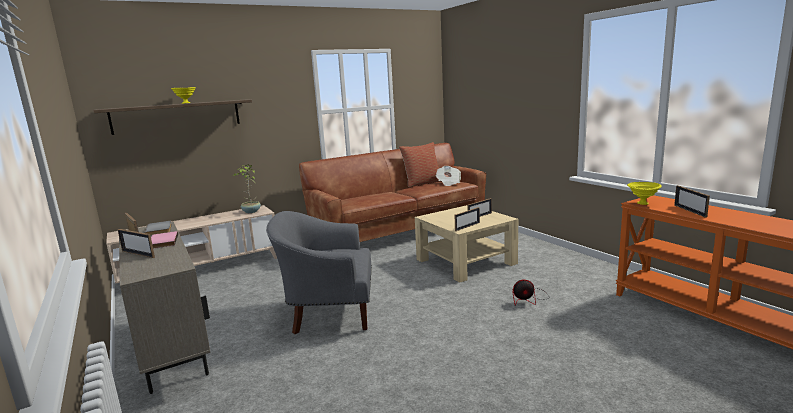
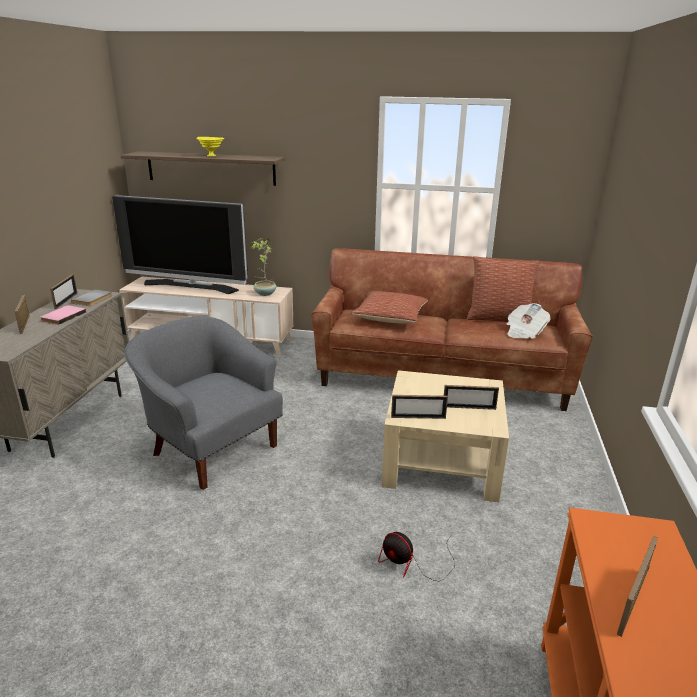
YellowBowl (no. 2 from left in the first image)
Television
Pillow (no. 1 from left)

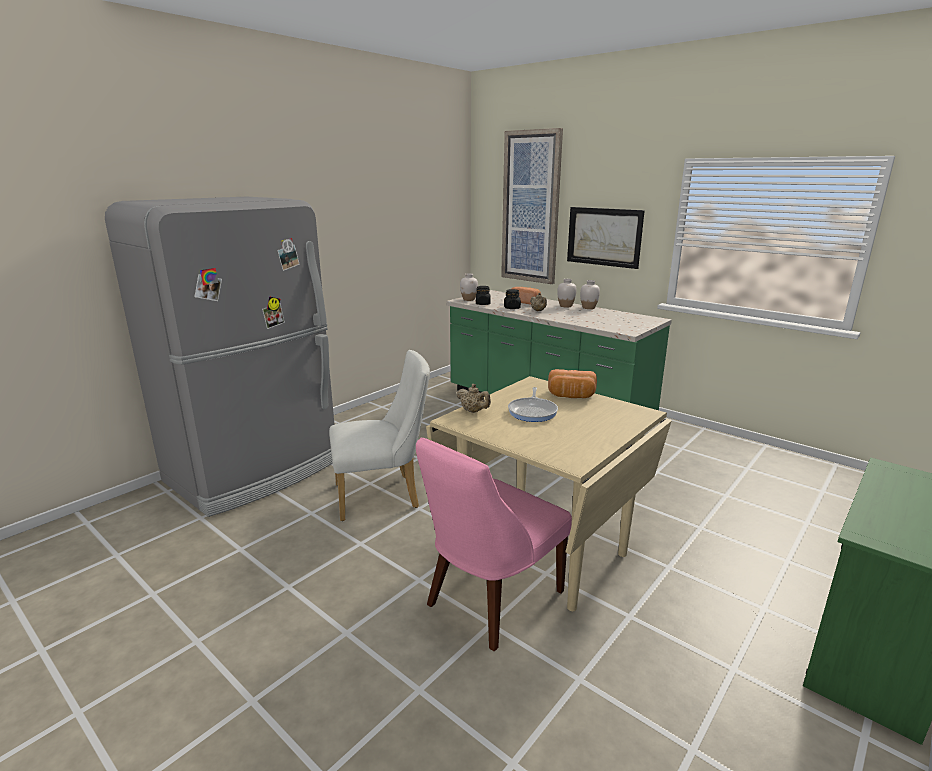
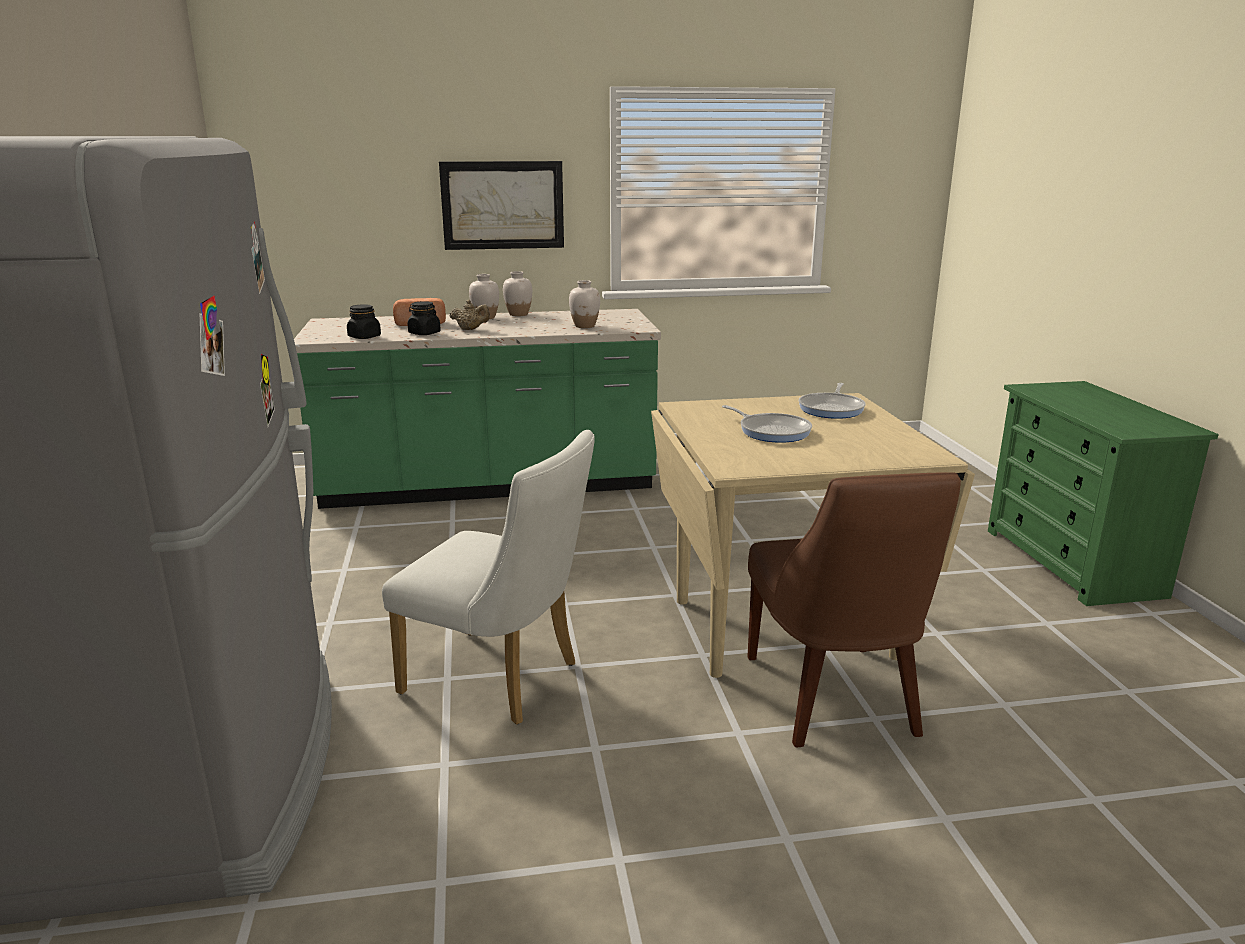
WhiteChair
BrownChair
BeigeTeapot (no. 1 from left in the first image)
WhiteVase (no. 3 from left)
Picture (no. 1 from left in the first image)
Bread (no. 2 from left in the first image)
FryingPan (no. 2 from left)

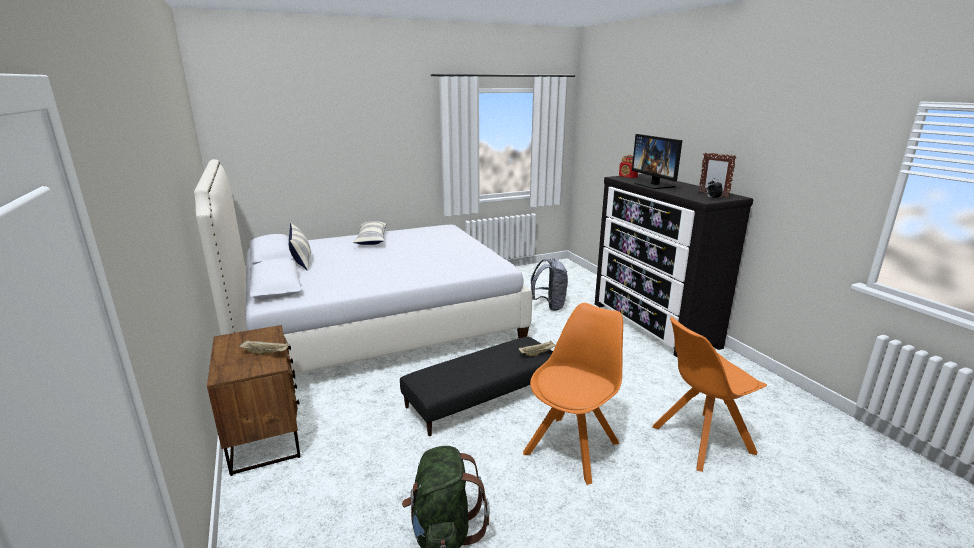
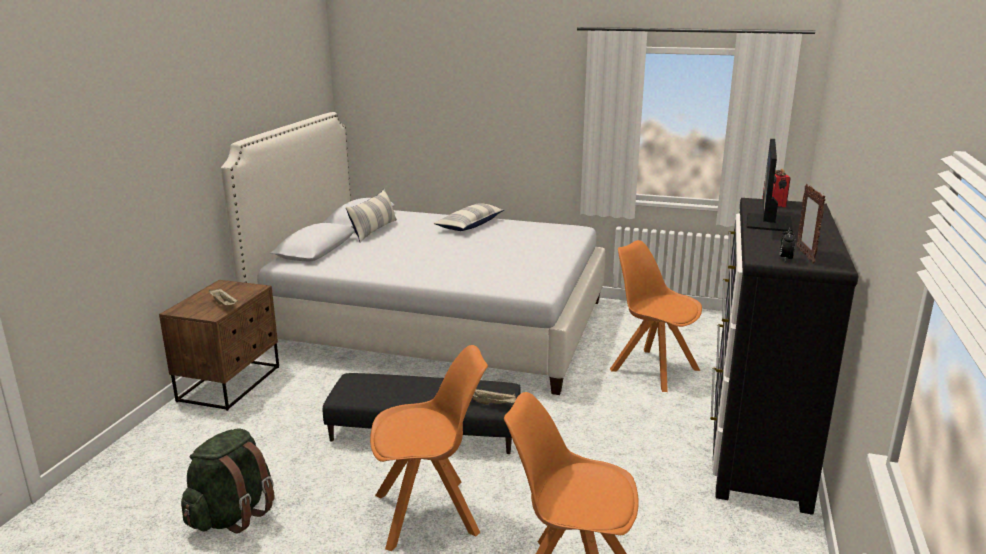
OrangeChair (no. 3 from left)

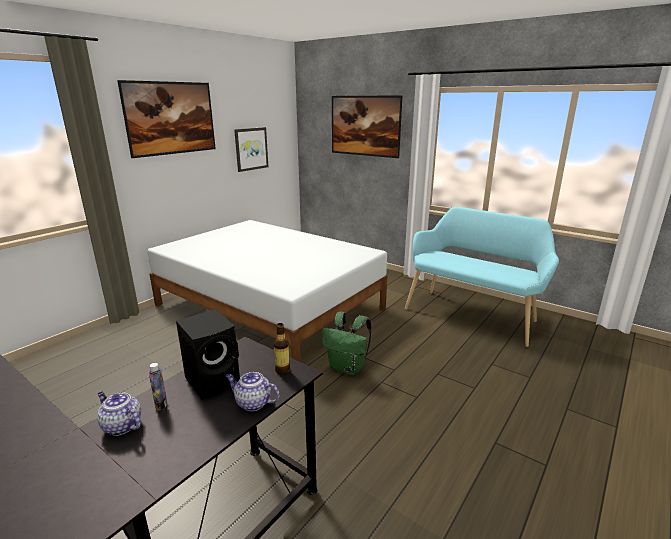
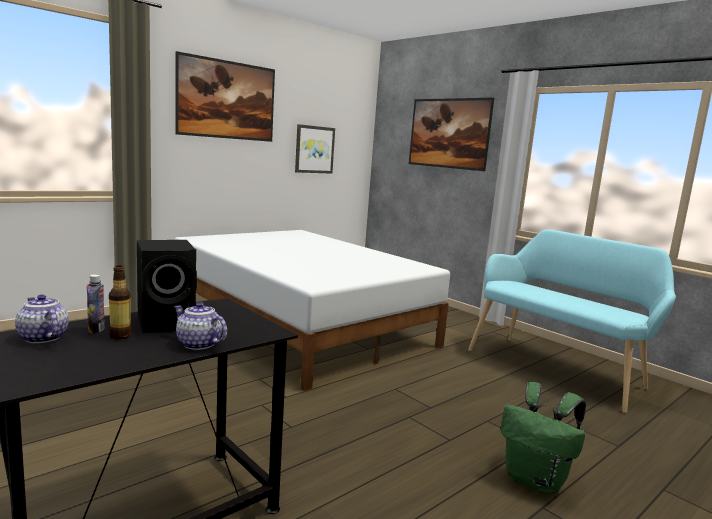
Bottle (no. 2 from left)
GreenBackpack

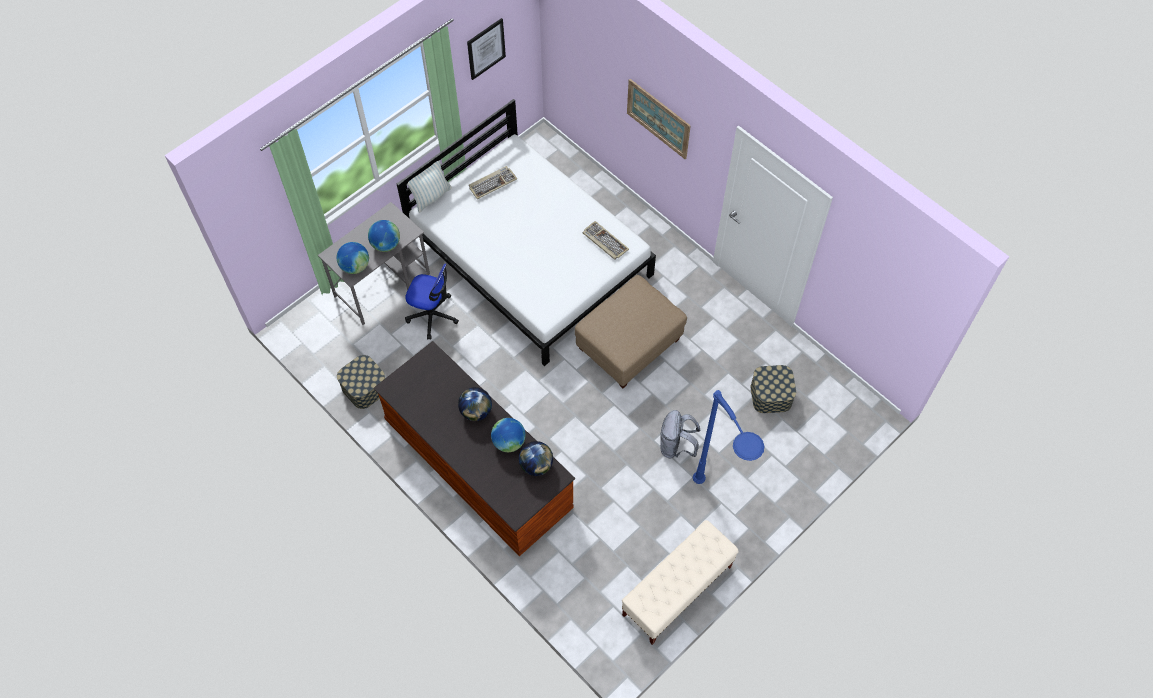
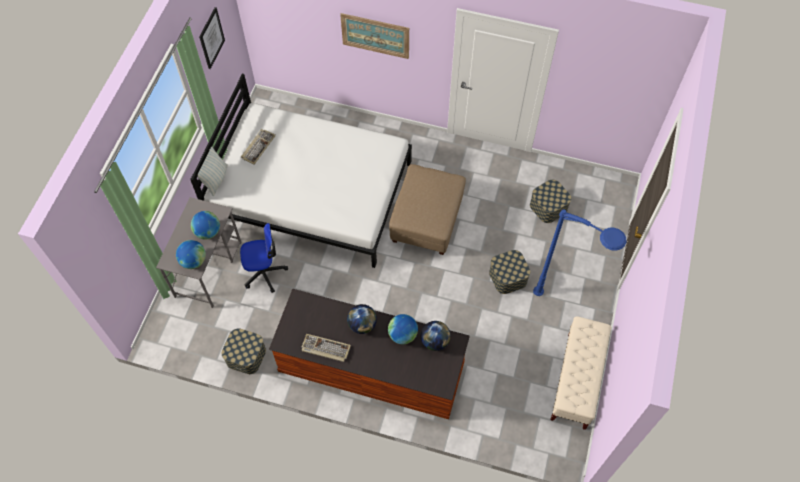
Keyboard (no. 2 from left)
StorageBox (no. 2 from left)

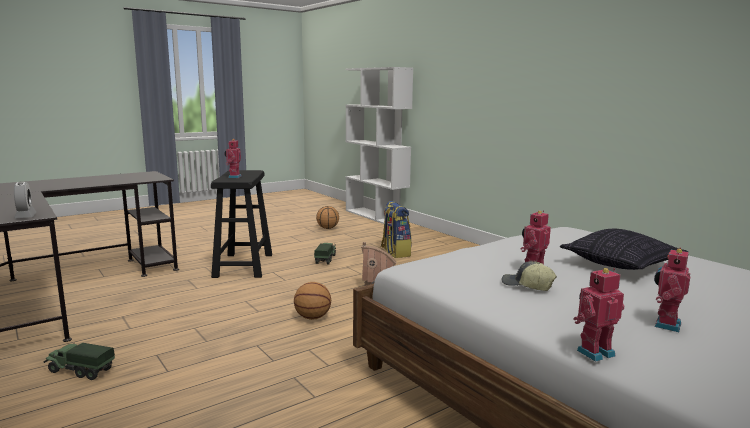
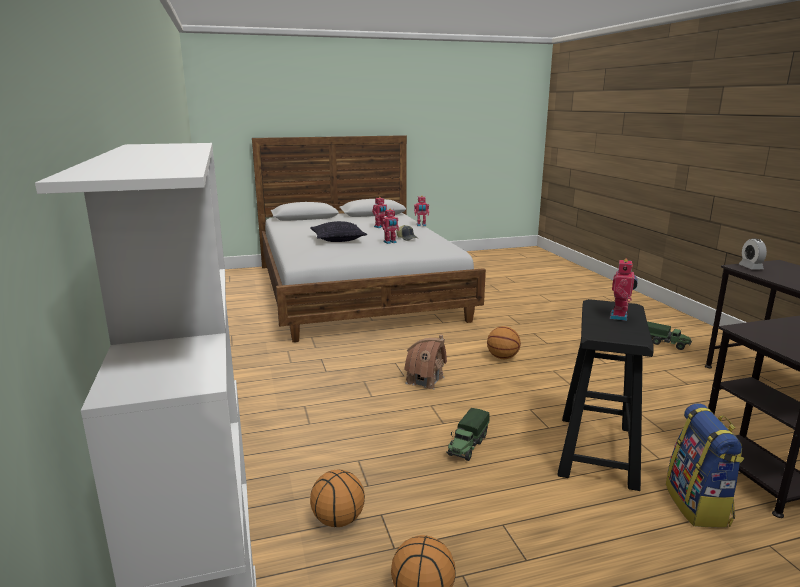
Backpack
Basketball (no. 1 from left)

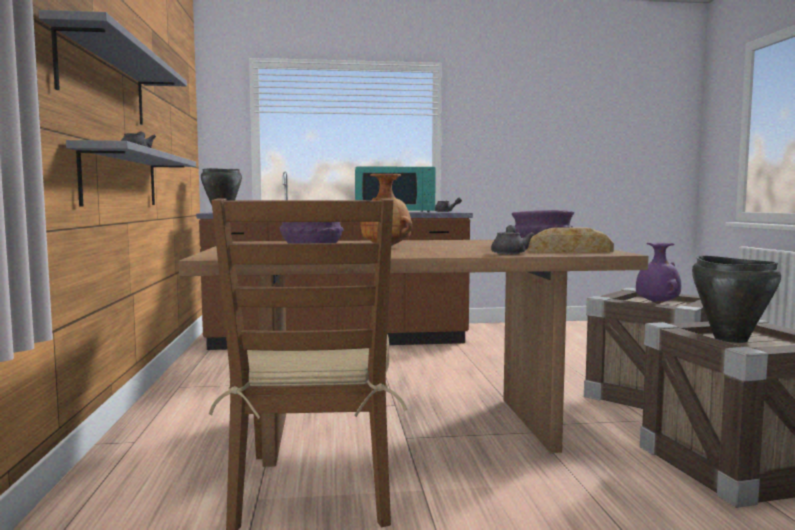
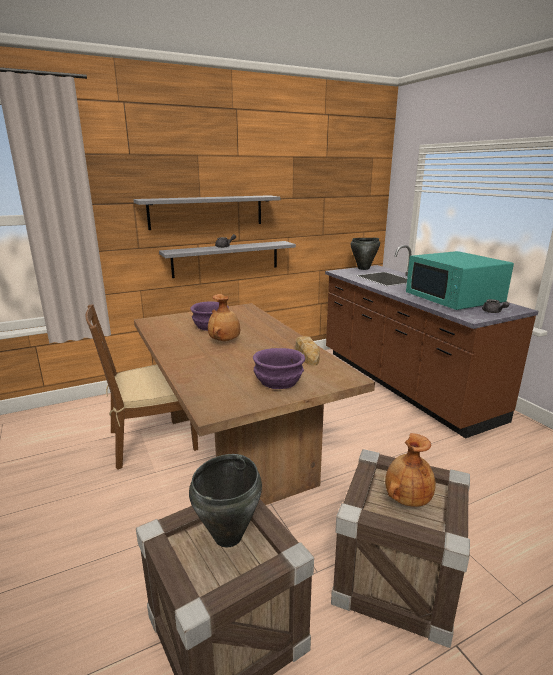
GreyTeapot (no. 3 from left in the first image)
Bread
BrownVase (no. 2 from left)

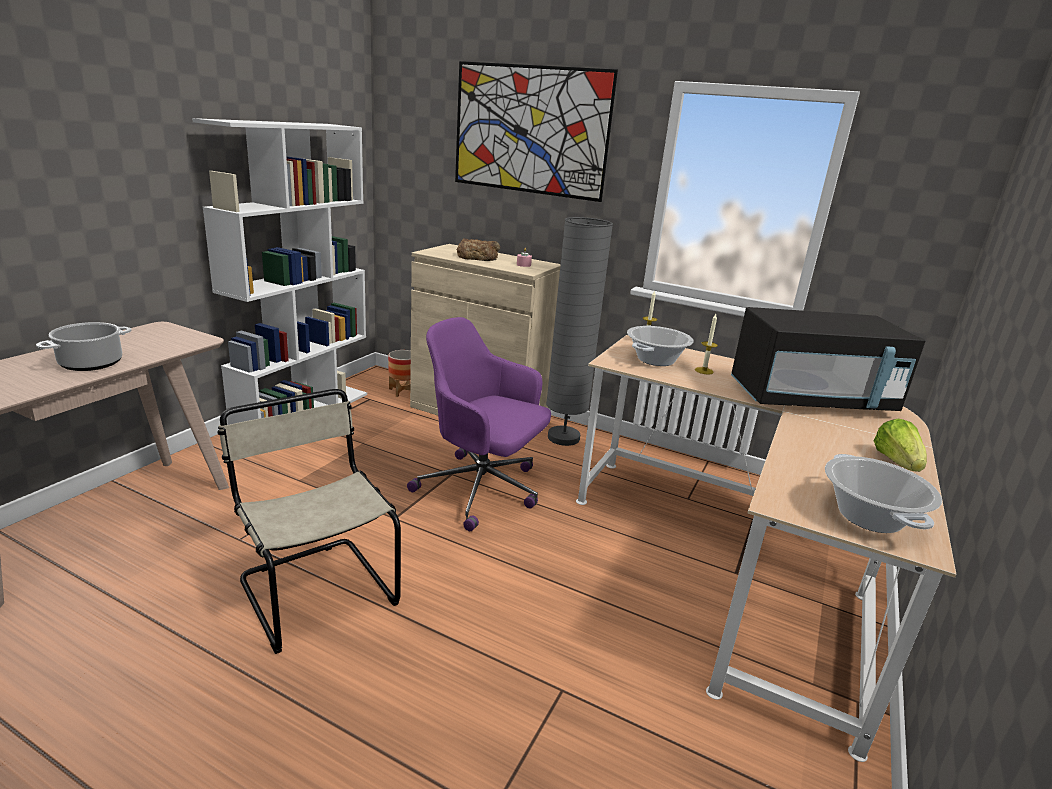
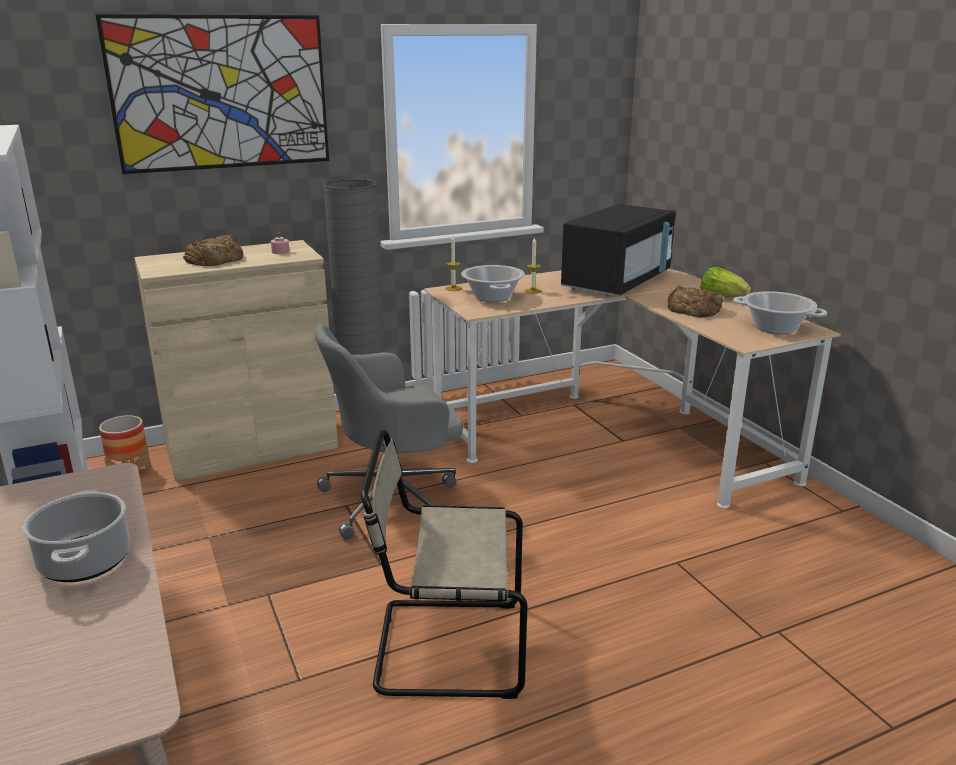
GreyOfficeChair
Bread (no. 2 from left)

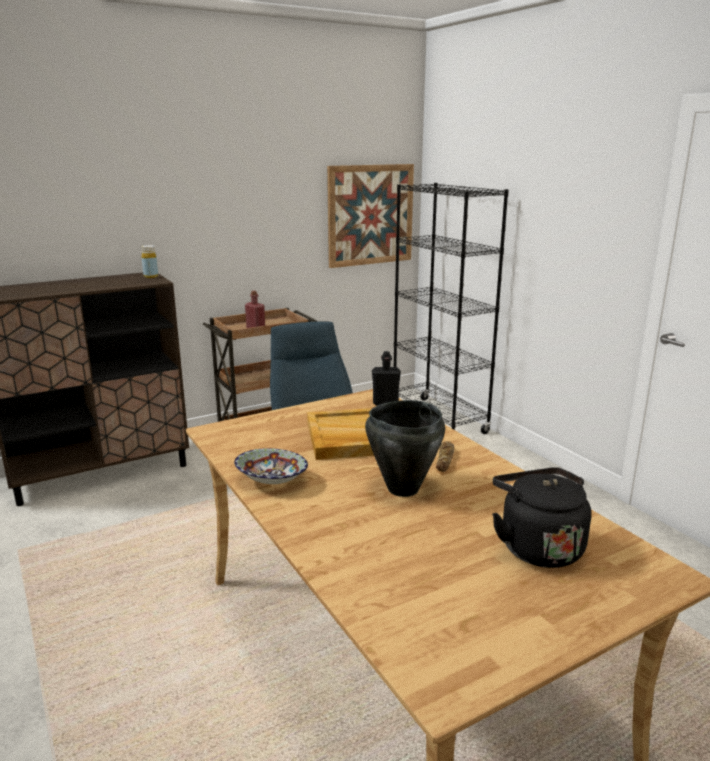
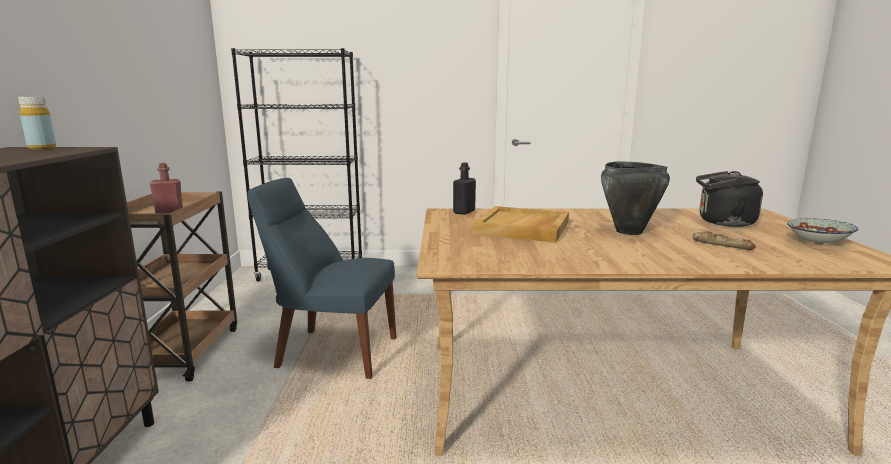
Bowl
Picture
Bread

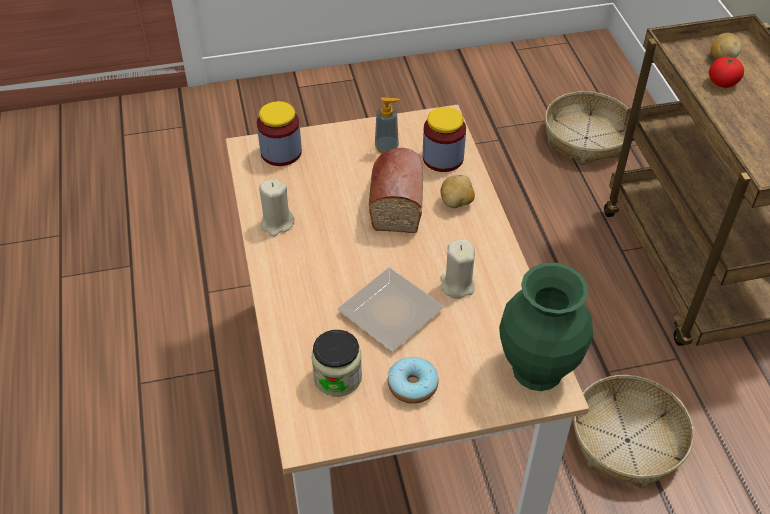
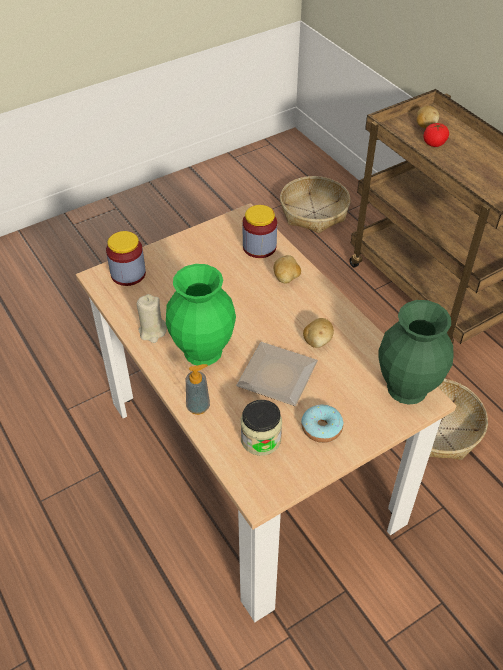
Bread
SoapDispenser
Potato (no. 2 from left)
GreenVase (no. 1 from left)

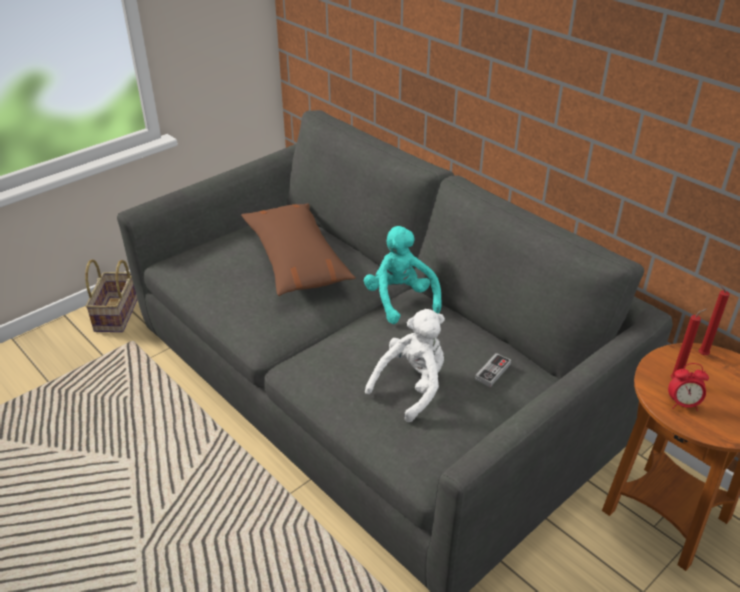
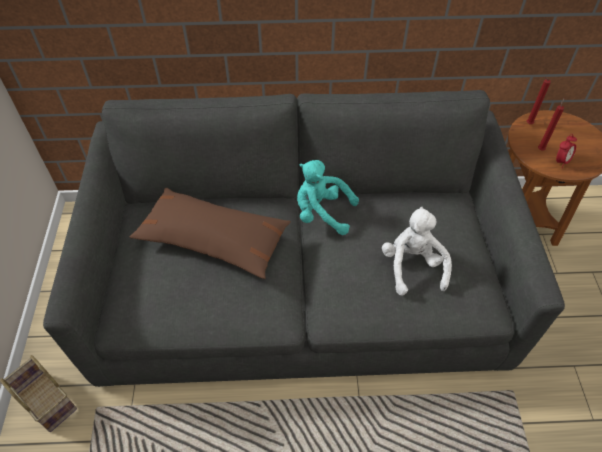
GameController

